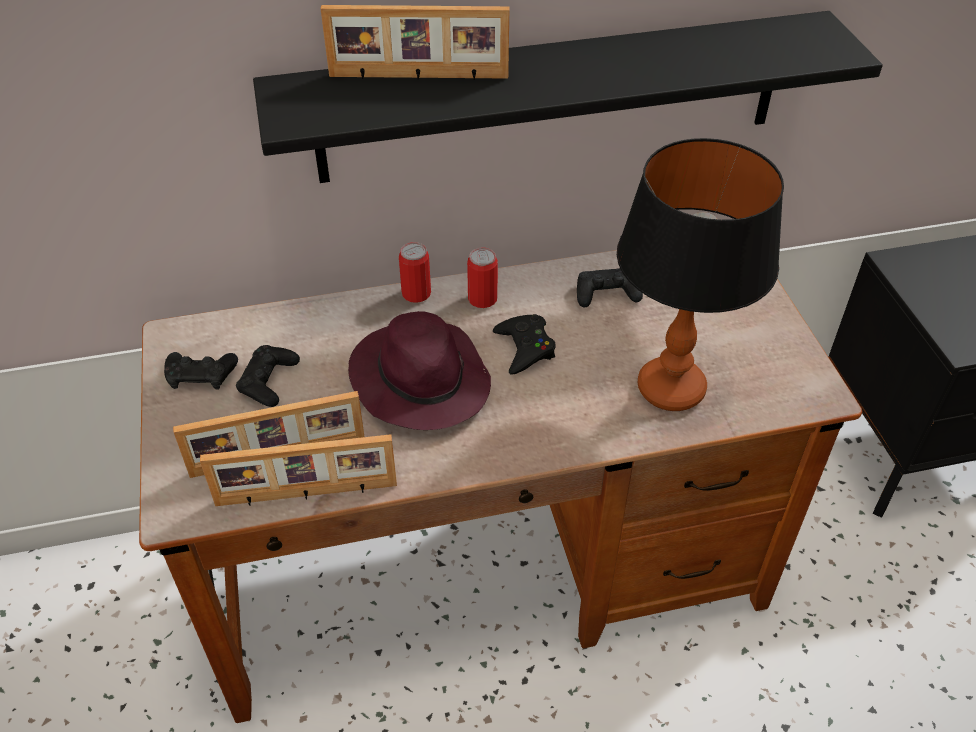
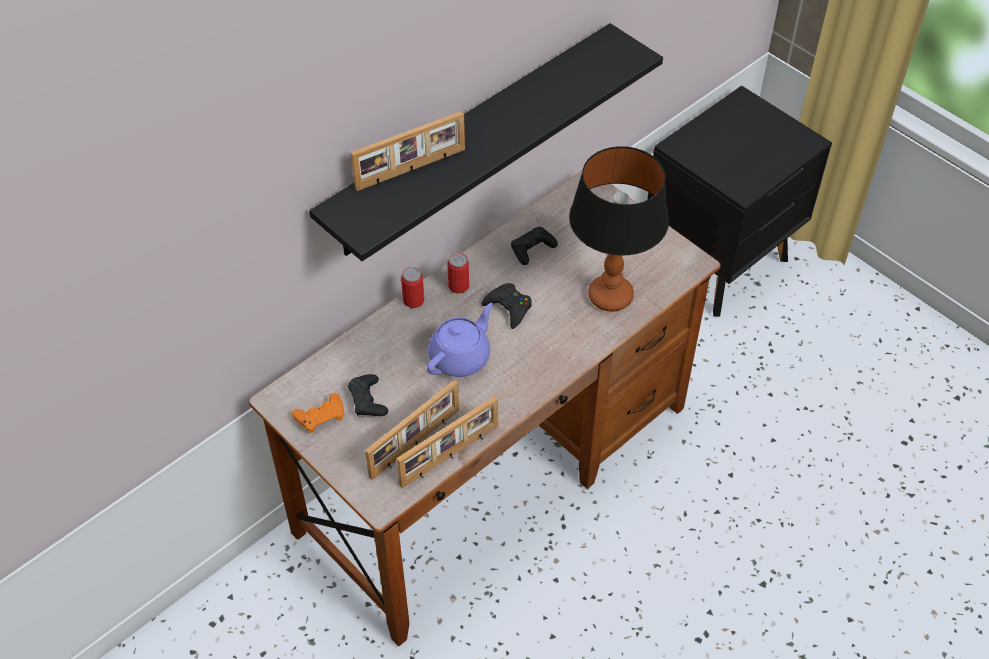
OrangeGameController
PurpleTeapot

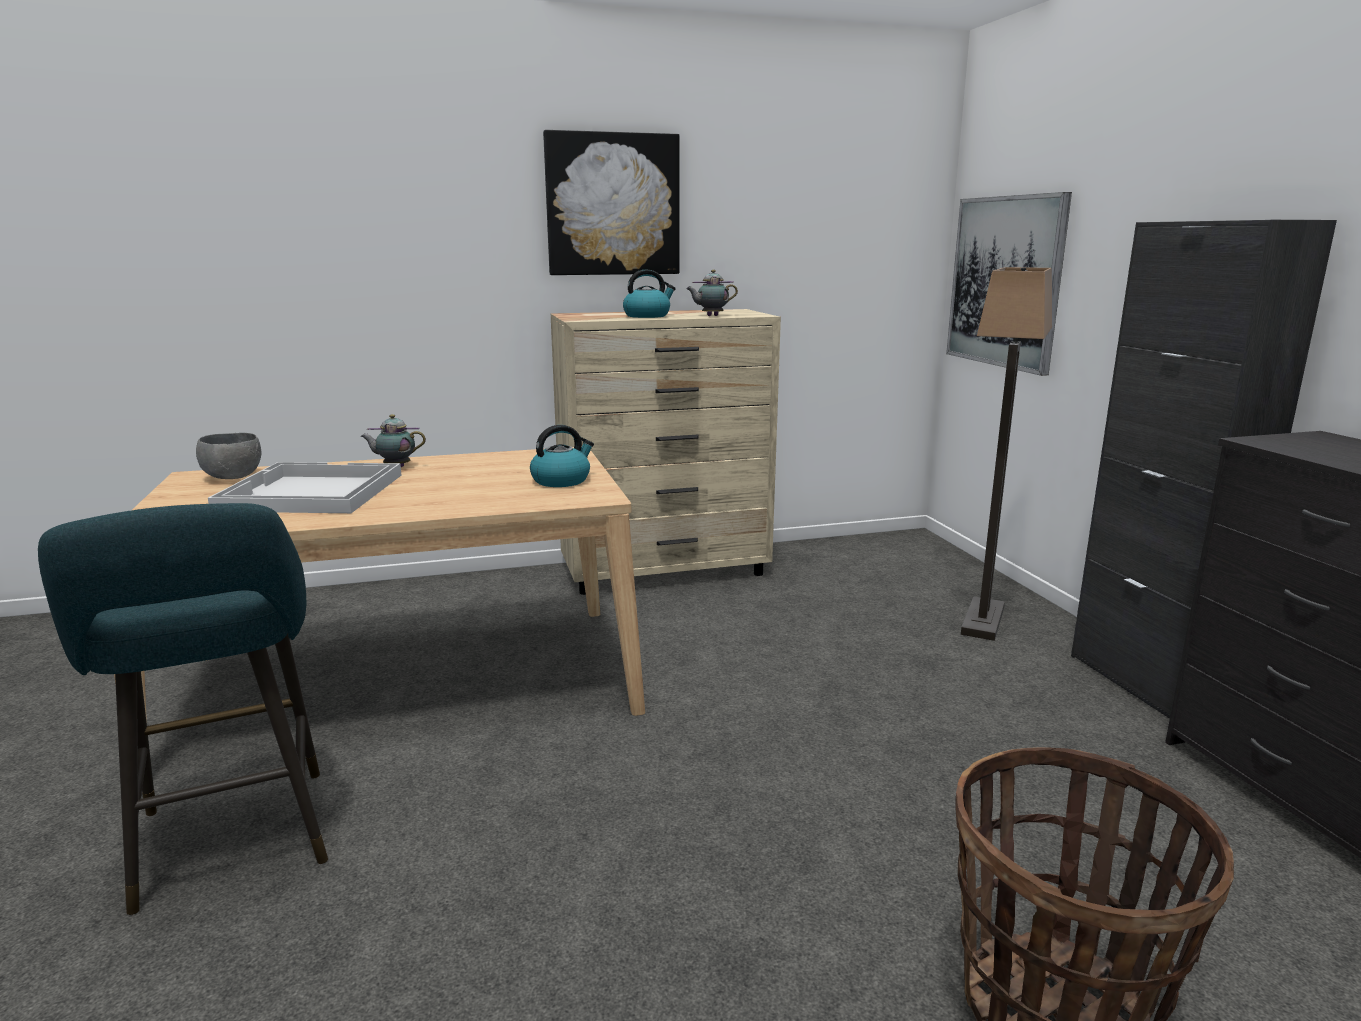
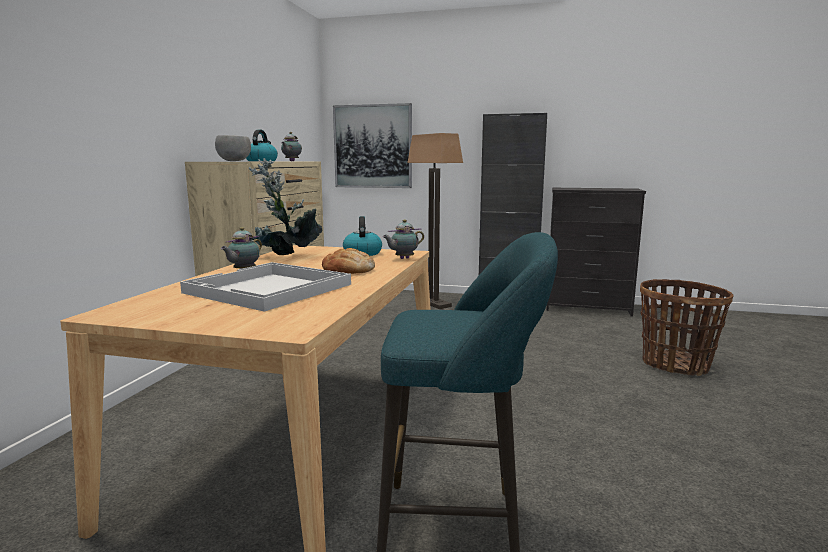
GreyBowl
Picture (no. 1 from left in the first image)
PottedPlant
Bread
Teapot (no. 3 from left)

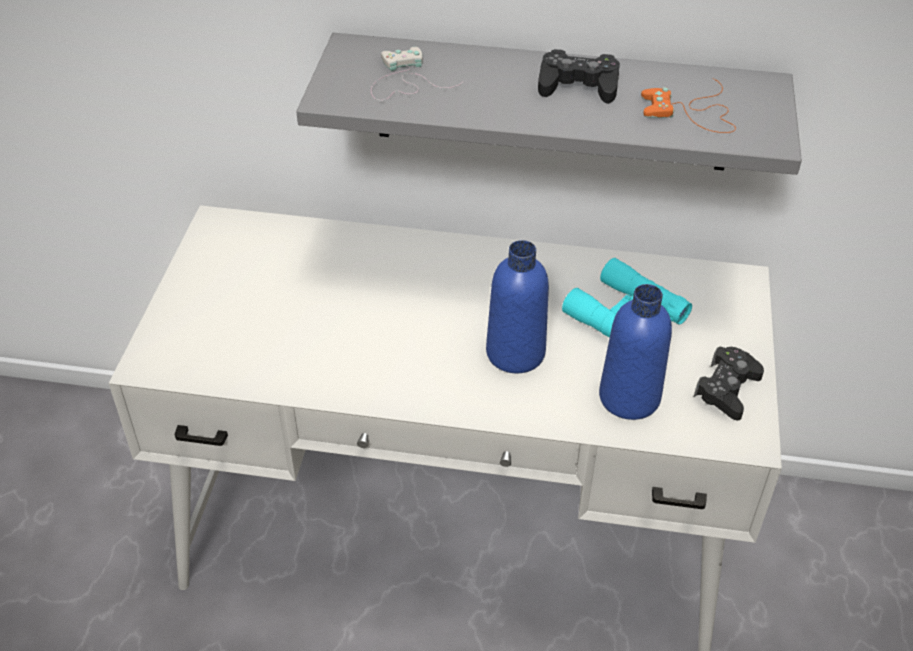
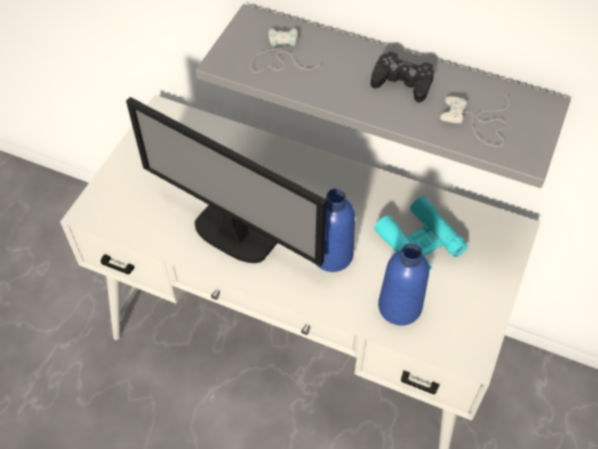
WhiteGameController (no. 2 from left)
BlackGameController (no. 2 from left in the first image)
Monitor

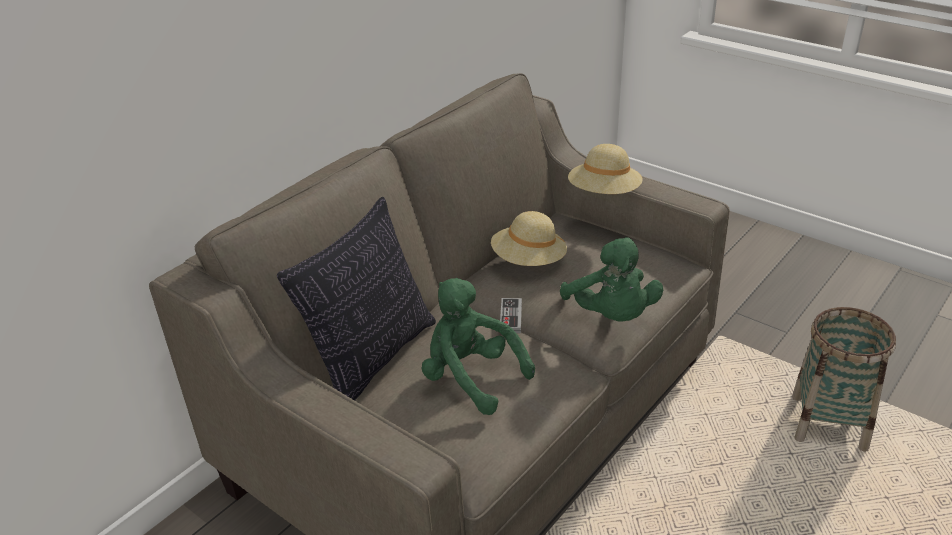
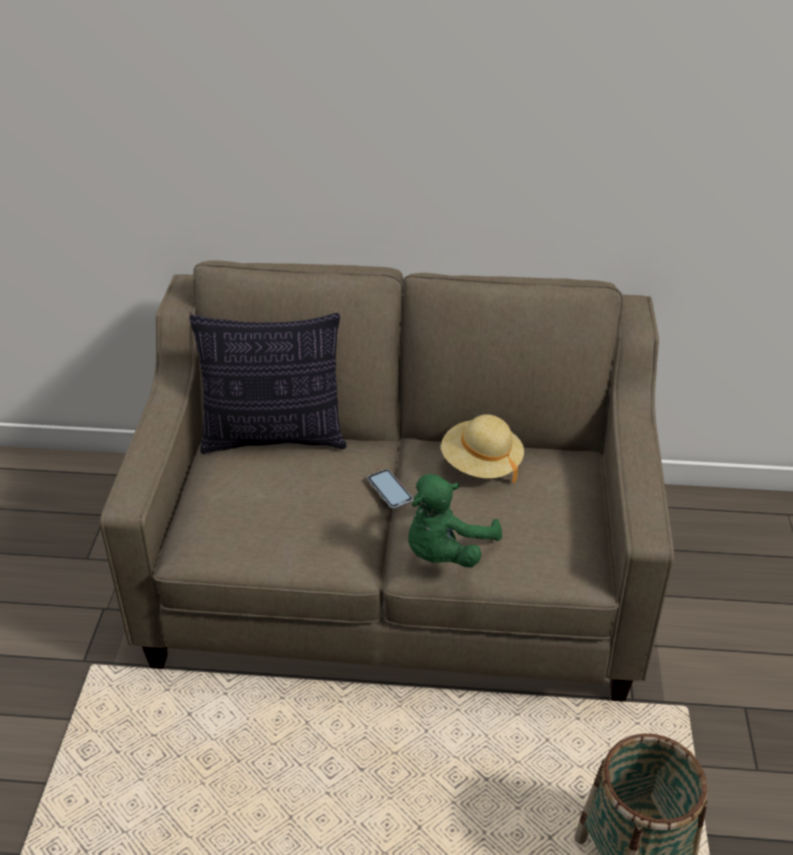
GreenPlushToy (no. 1 from left in the first image)
Phone
BeigeHat (no. 2 from left in the first image)

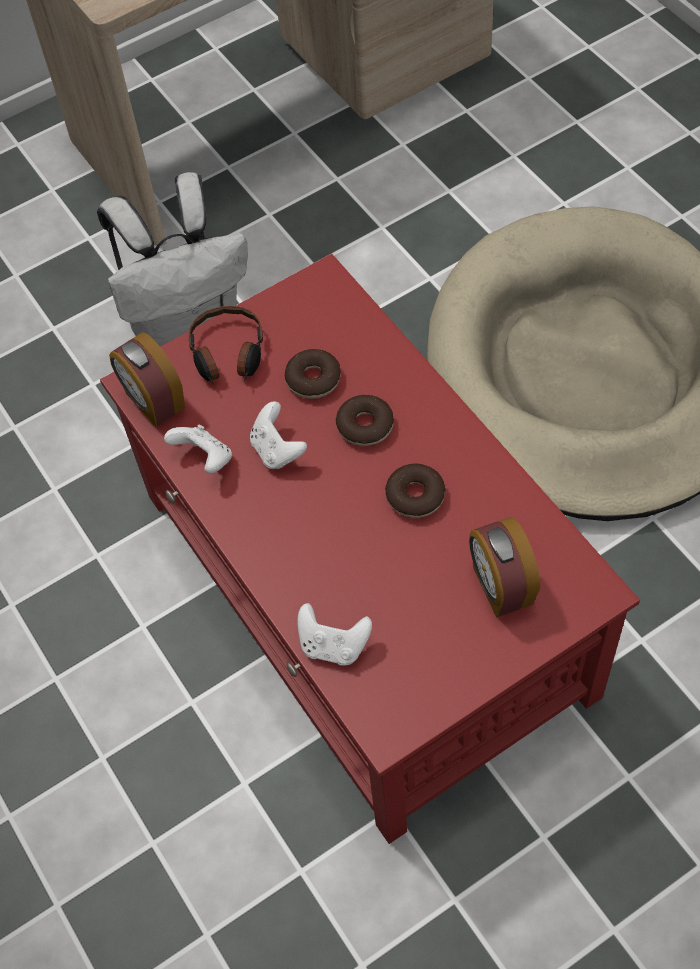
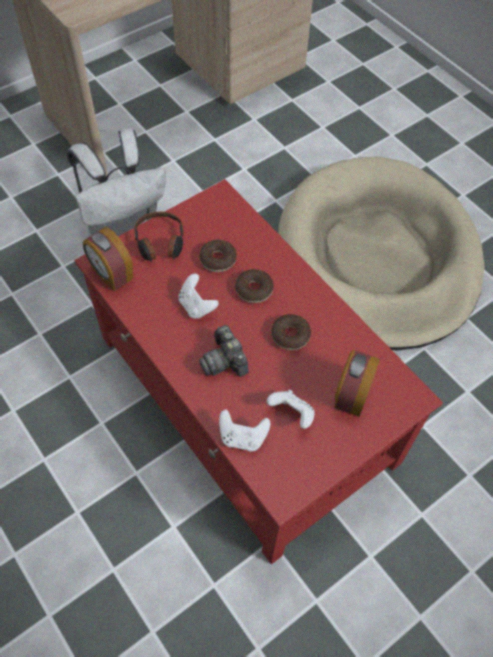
WhiteGameController (no. 3 from left)
AlarmClock (no. 2 from left)
PhotoCamera

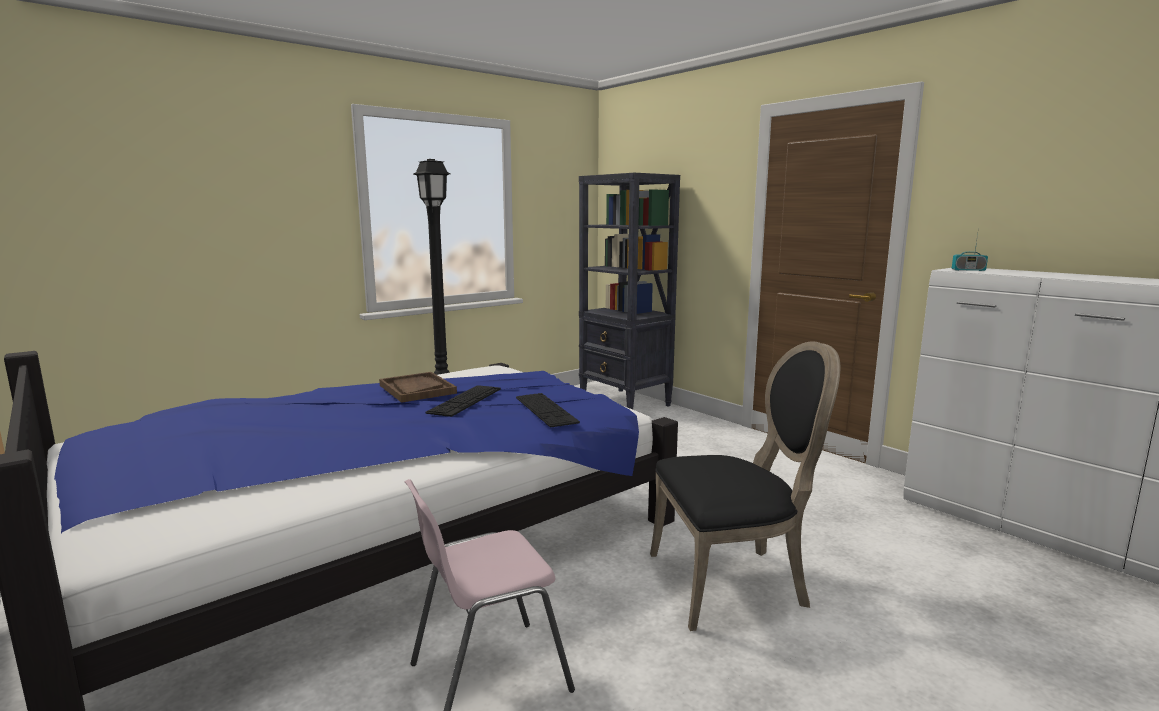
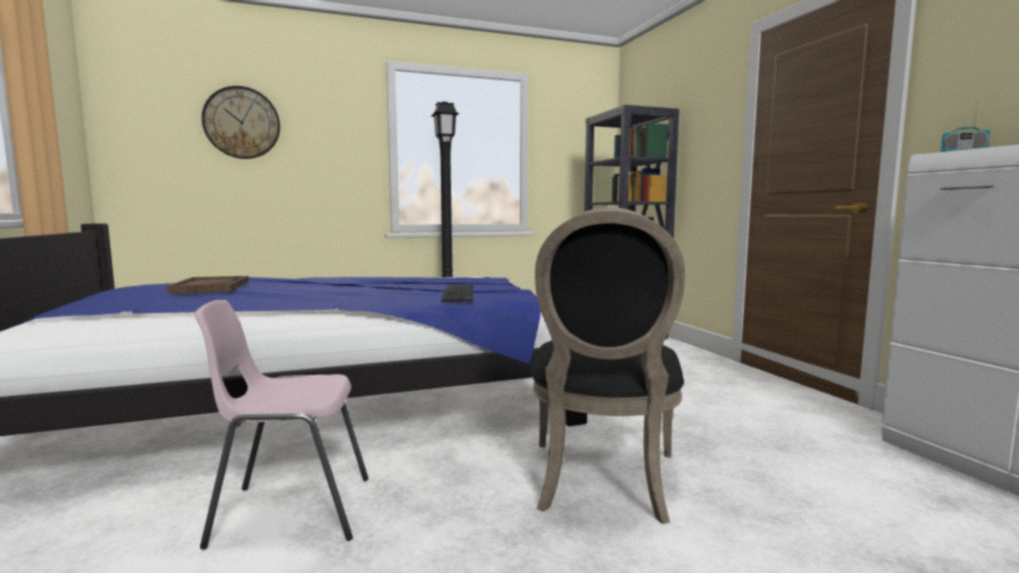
BrownTray
Keyboard (no. 1 from left in the first image)
BlackChair
WallClock

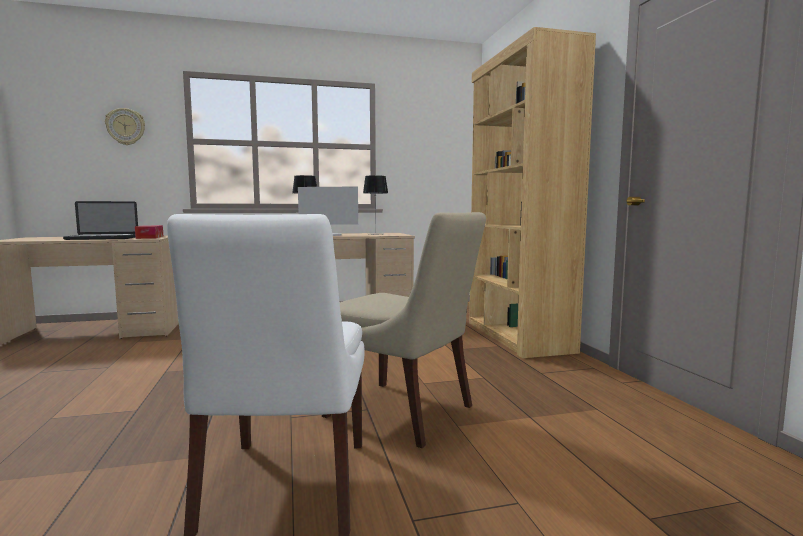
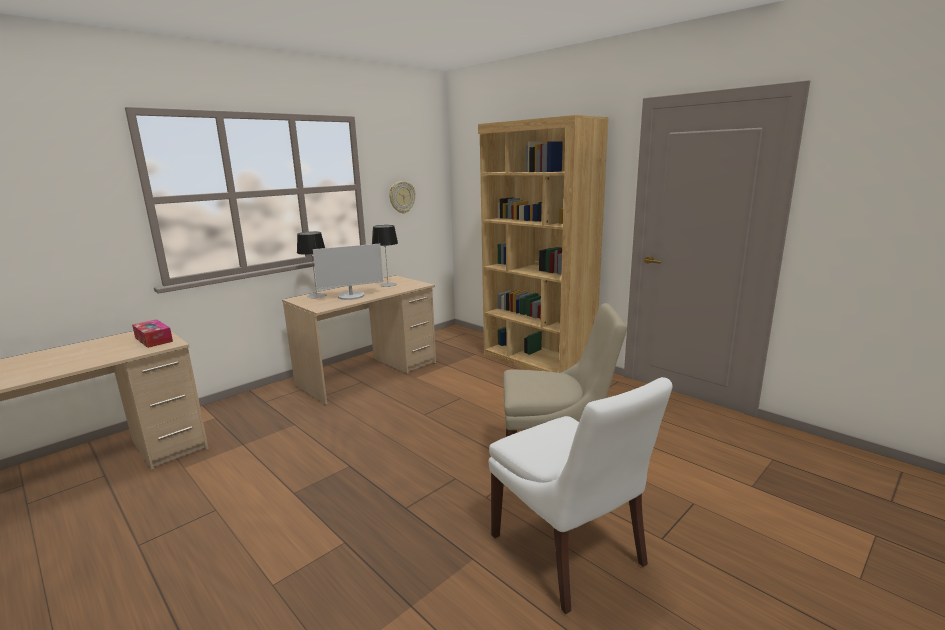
Laptop
WallClock

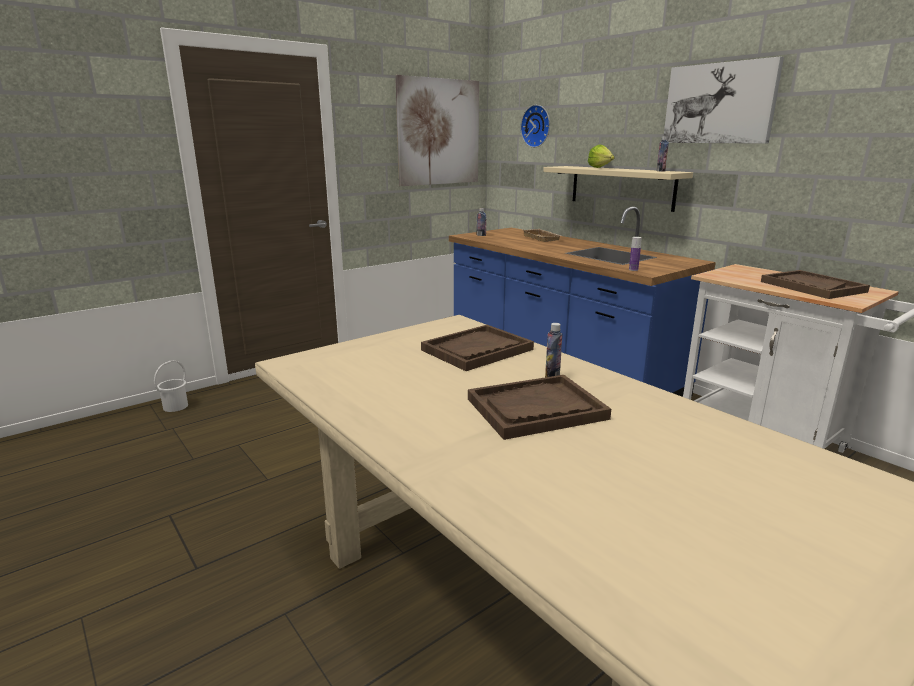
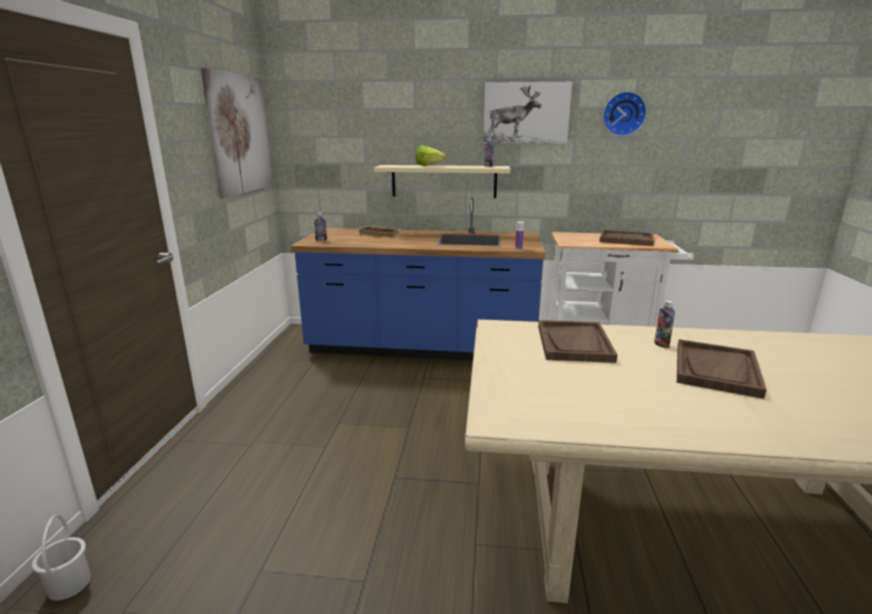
WallClock

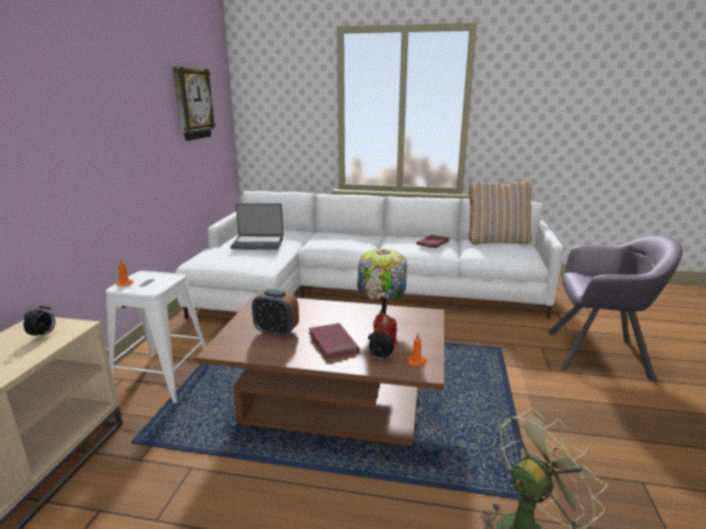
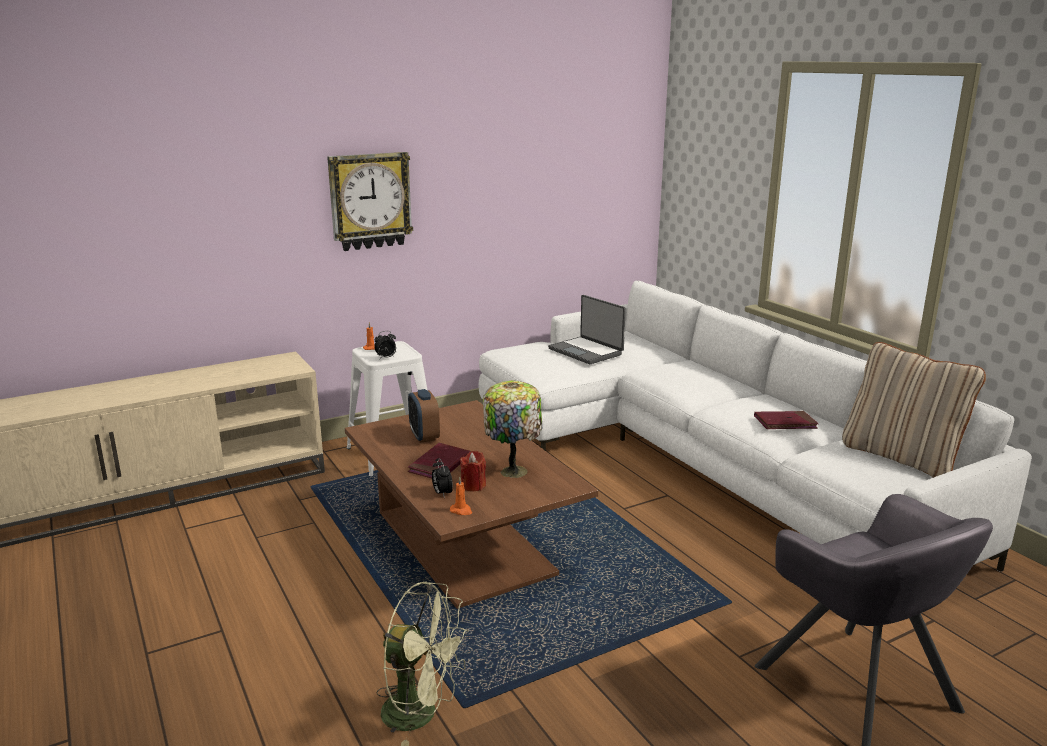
AlarmClock (no. 1 from left)
WallClock

